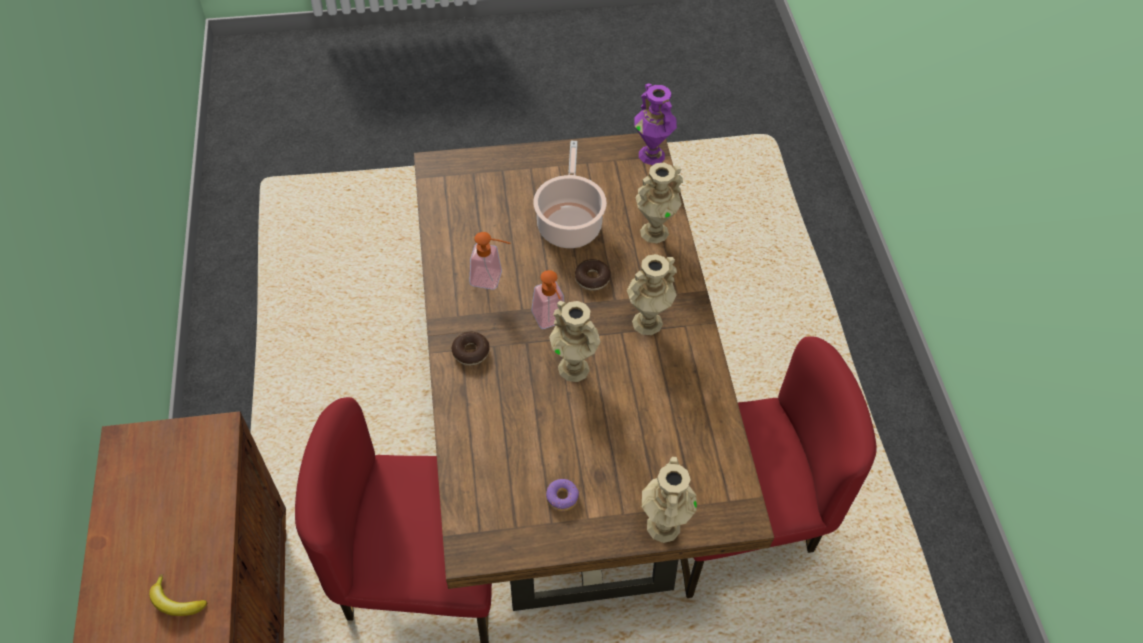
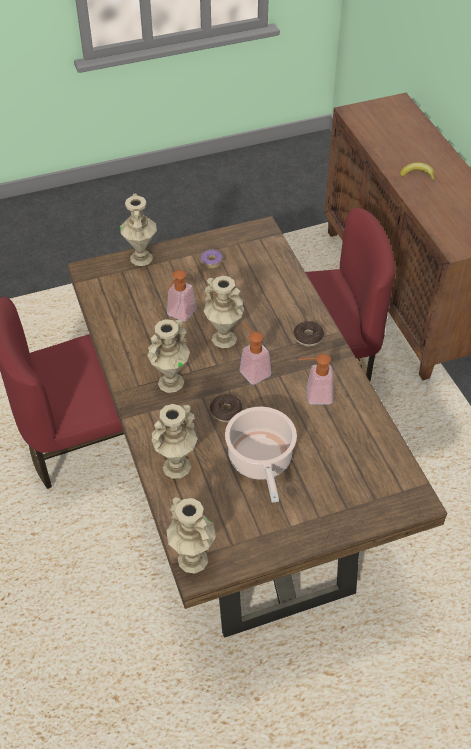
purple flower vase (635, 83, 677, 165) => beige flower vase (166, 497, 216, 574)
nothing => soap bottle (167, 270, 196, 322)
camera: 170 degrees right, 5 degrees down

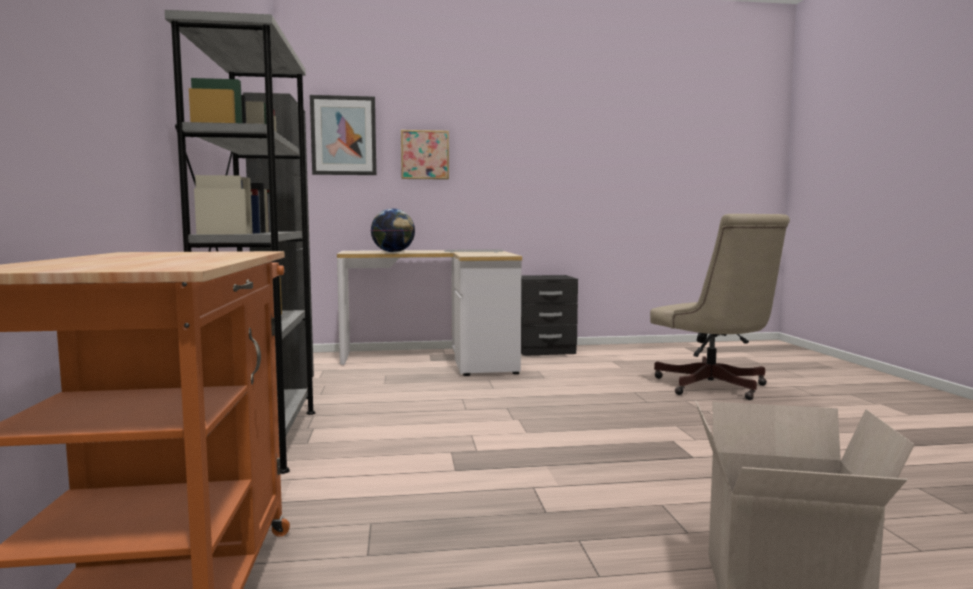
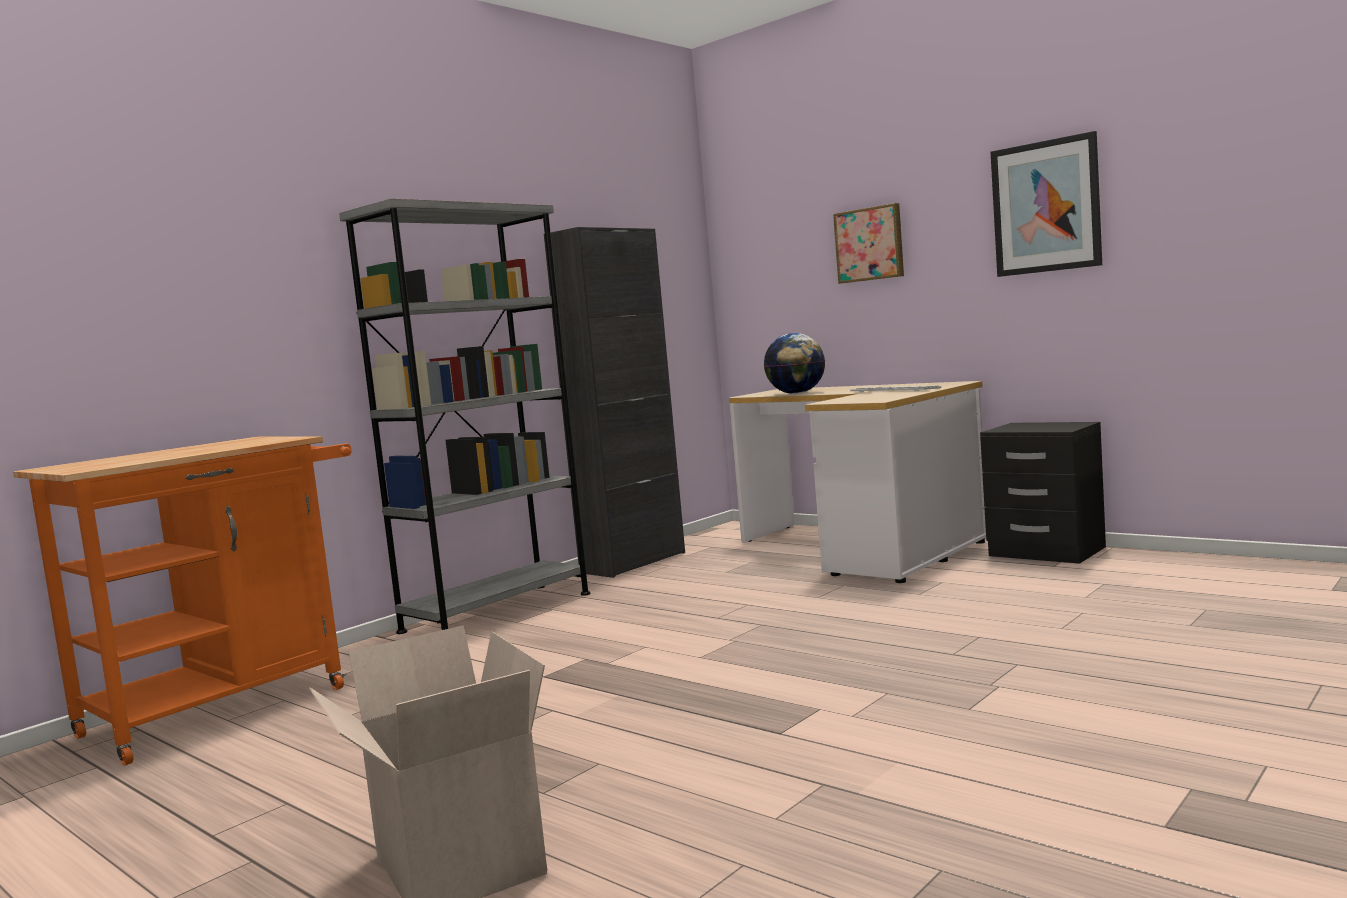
wall picture (310, 95, 377, 175) => wall picture (991, 131, 1102, 277), moved
beige office chair (650, 214, 790, 400) => nothing
camera: 50 degrees right, 0 degrees up

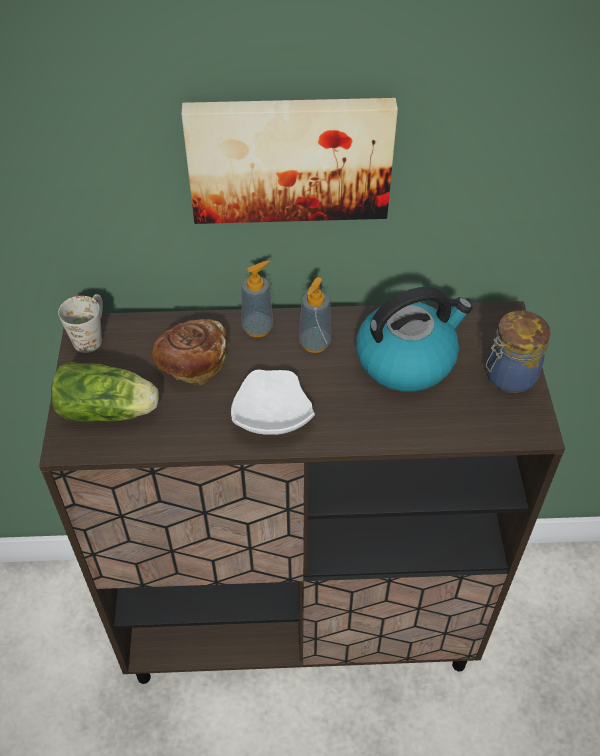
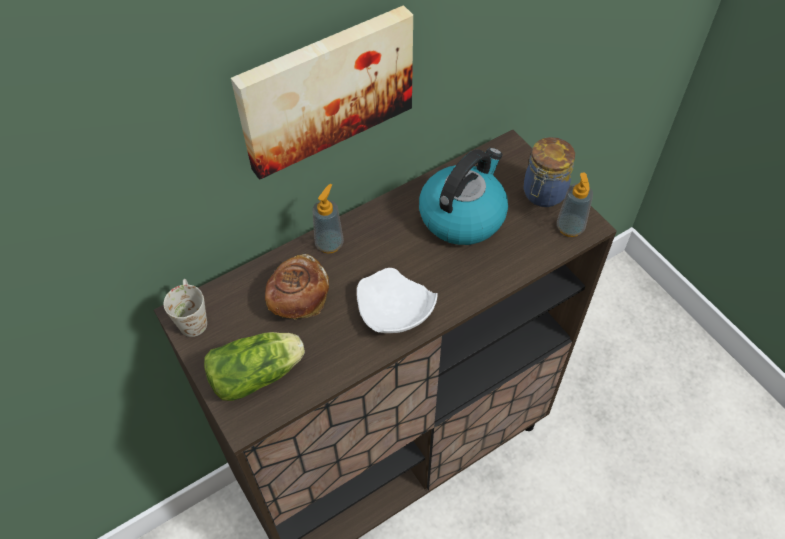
soap bottle (299, 277, 331, 353) => soap bottle (557, 172, 593, 237), moved
camera: 30 degrees left, 5 degrees up

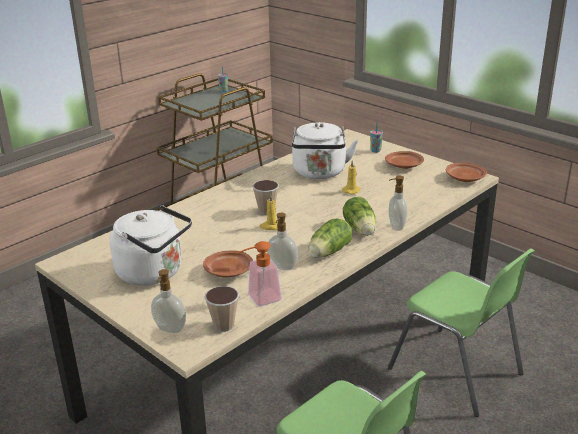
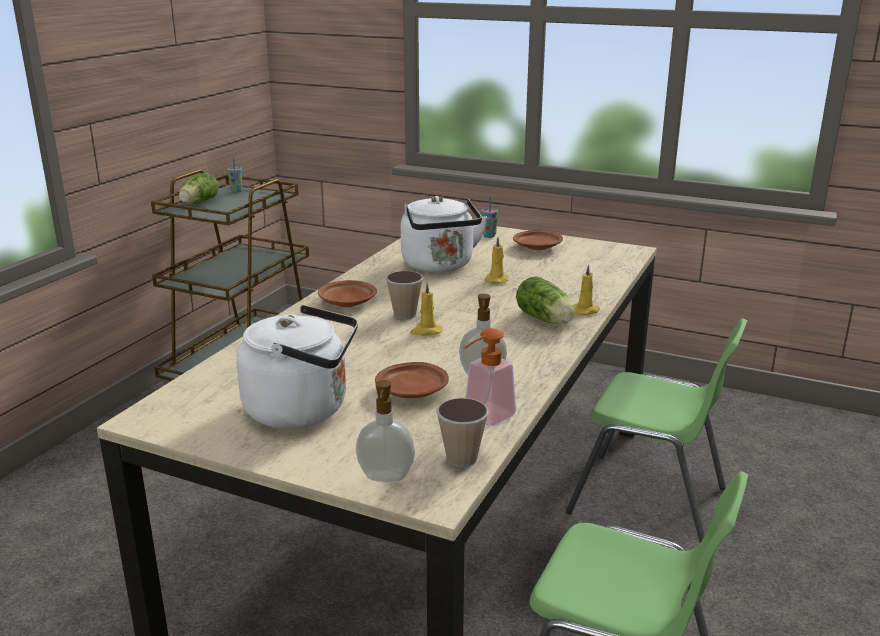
lettuce head (308, 218, 352, 258) => lettuce head (179, 173, 218, 204), moved
brown dinner plate (446, 163, 487, 182) => brown dinner plate (318, 280, 377, 307), moved
soap bottle (389, 176, 407, 231) => yellow-coloured wax candle (573, 264, 600, 315)
camera: 20 degrees left, 5 degrees down

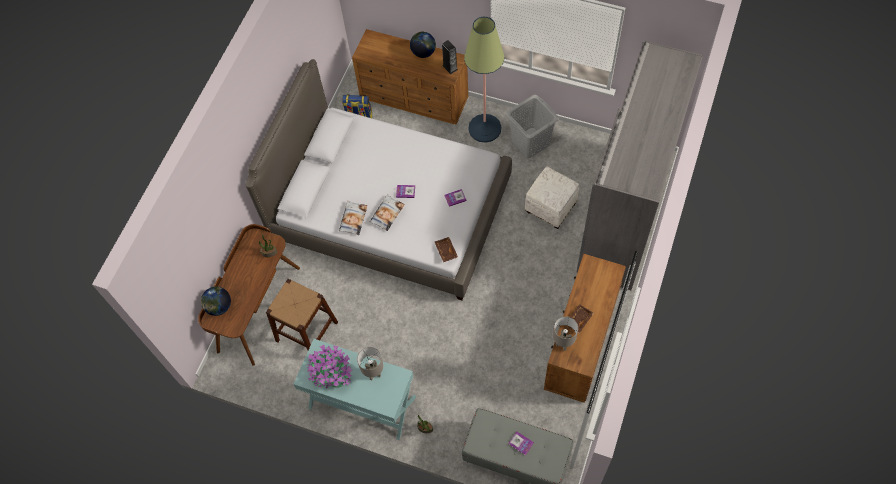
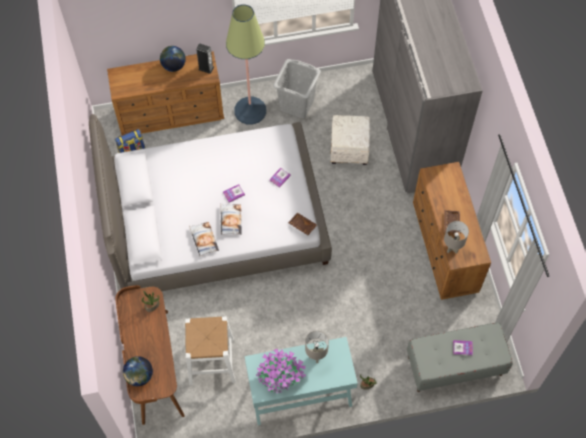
brown stool seat (266, 279, 338, 350) => whitish stool seat (185, 316, 236, 385)
camera: 35 degrees left, 0 degrees up

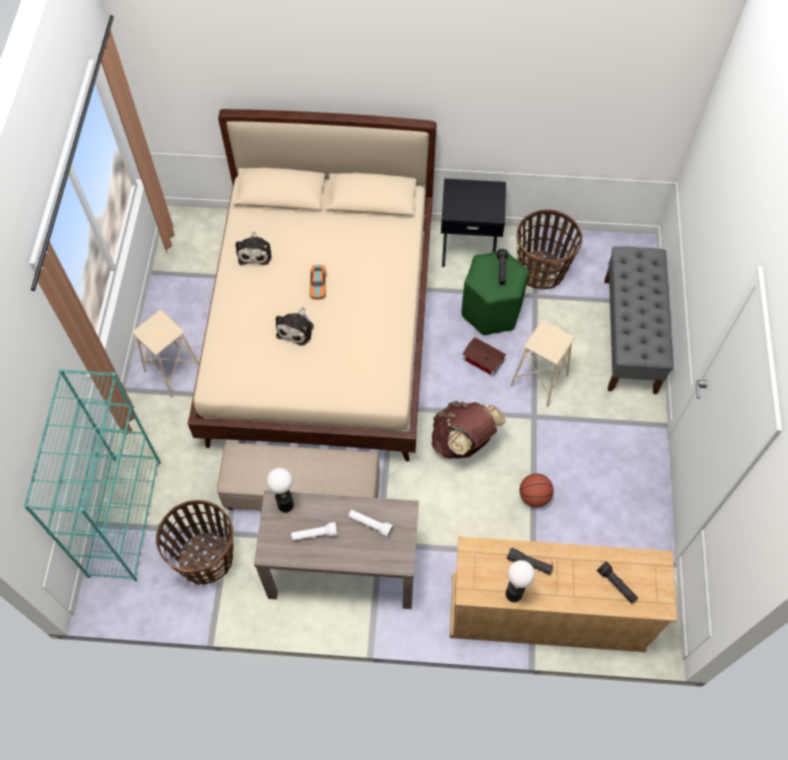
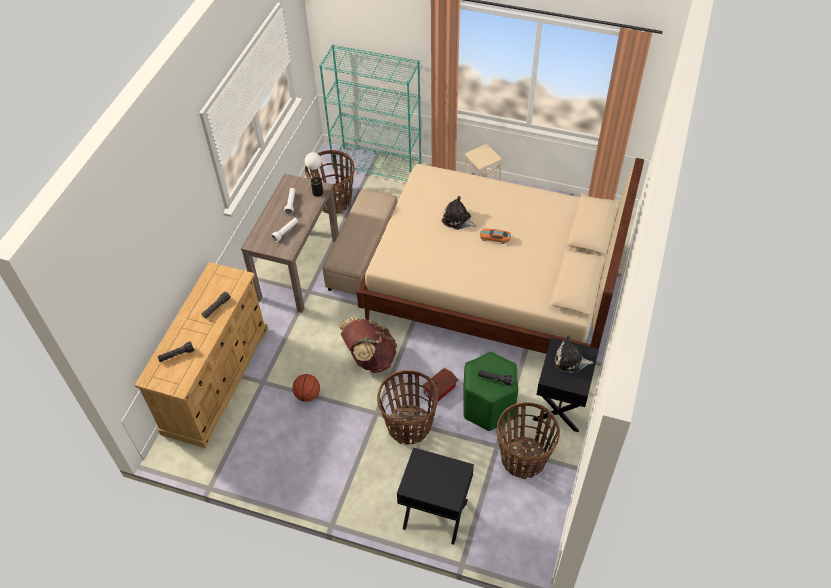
beige stool seat (510, 320, 575, 407) => storage basket (377, 370, 438, 445)
greyish bench (604, 246, 674, 394) => black-coloured night table (397, 447, 474, 545)
soft toy (235, 232, 272, 265) => soft toy (555, 336, 594, 373), moved
tabletop lamp (505, 560, 535, 602) => nothing
camera: 105 degrees right, 10 degrees down

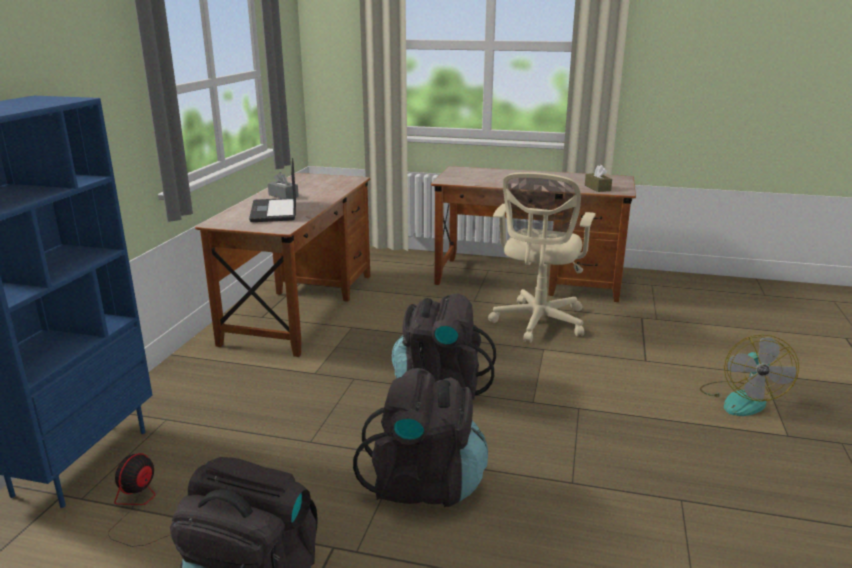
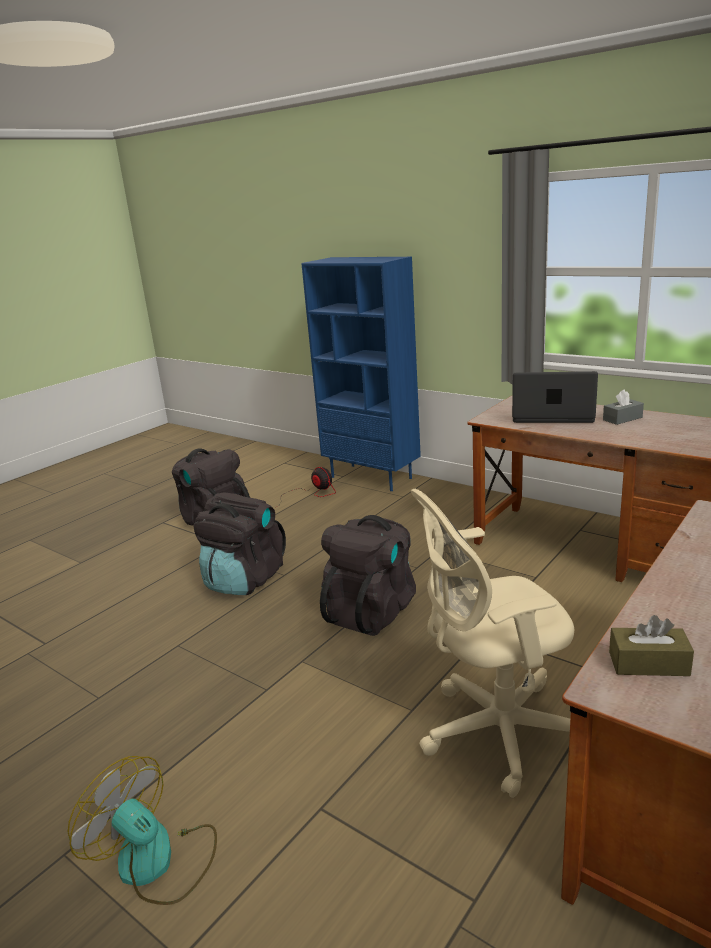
beige office chair (488, 172, 596, 343) => beige office chair (410, 489, 574, 798), 60 degrees counterclockwise
camera: 115 degrees right, 0 degrees up

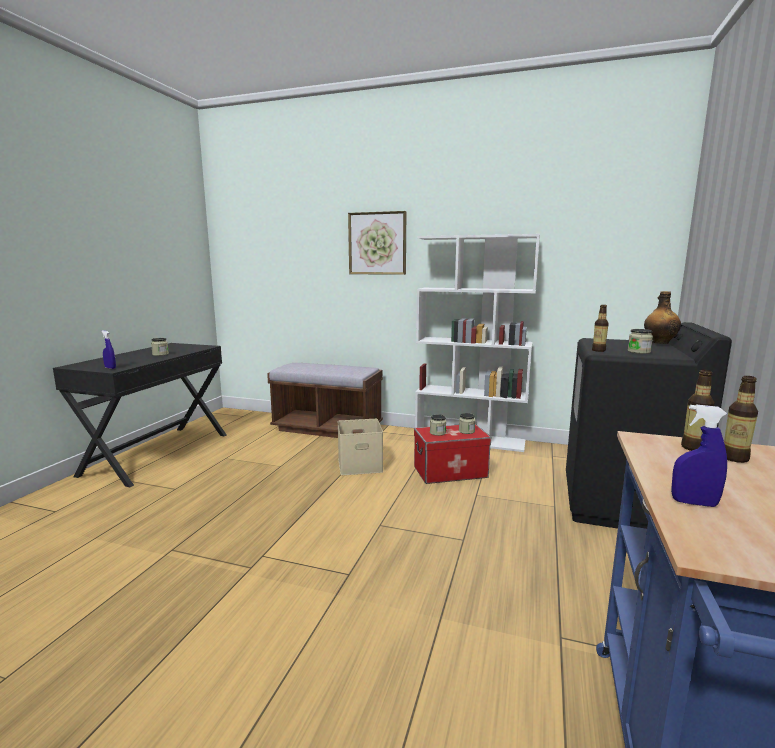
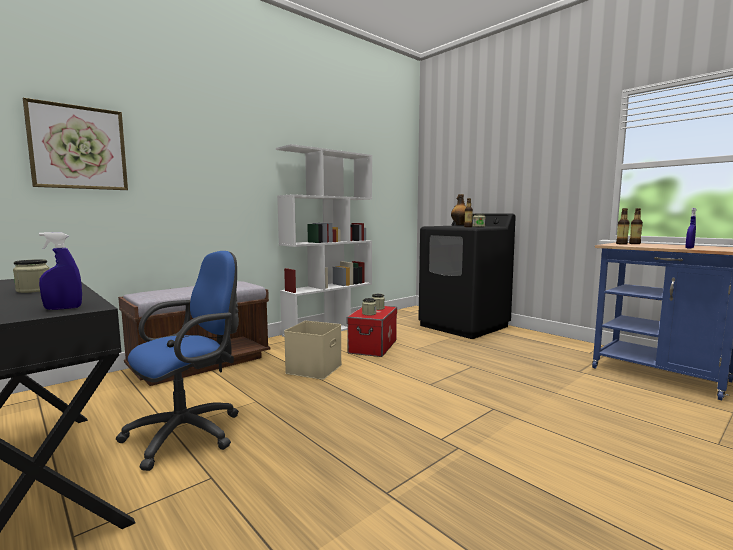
wall picture (348, 211, 406, 275) => wall picture (23, 98, 128, 190), moved
nothing => blue-coloured office chair (116, 251, 239, 471)
camera: 60 degrees left, 5 degrees down

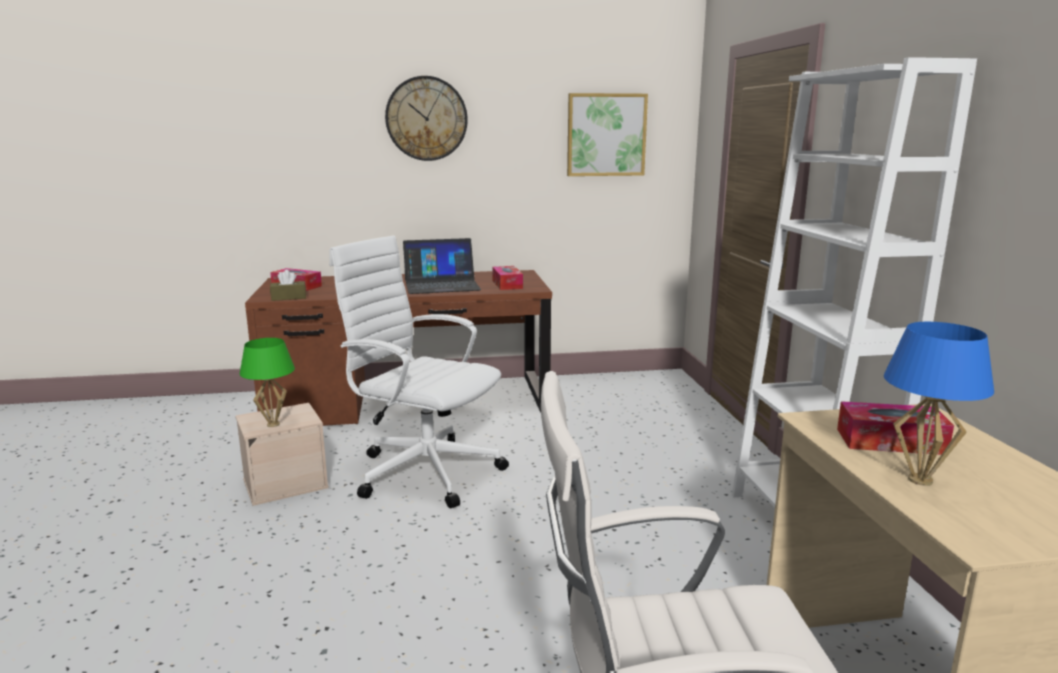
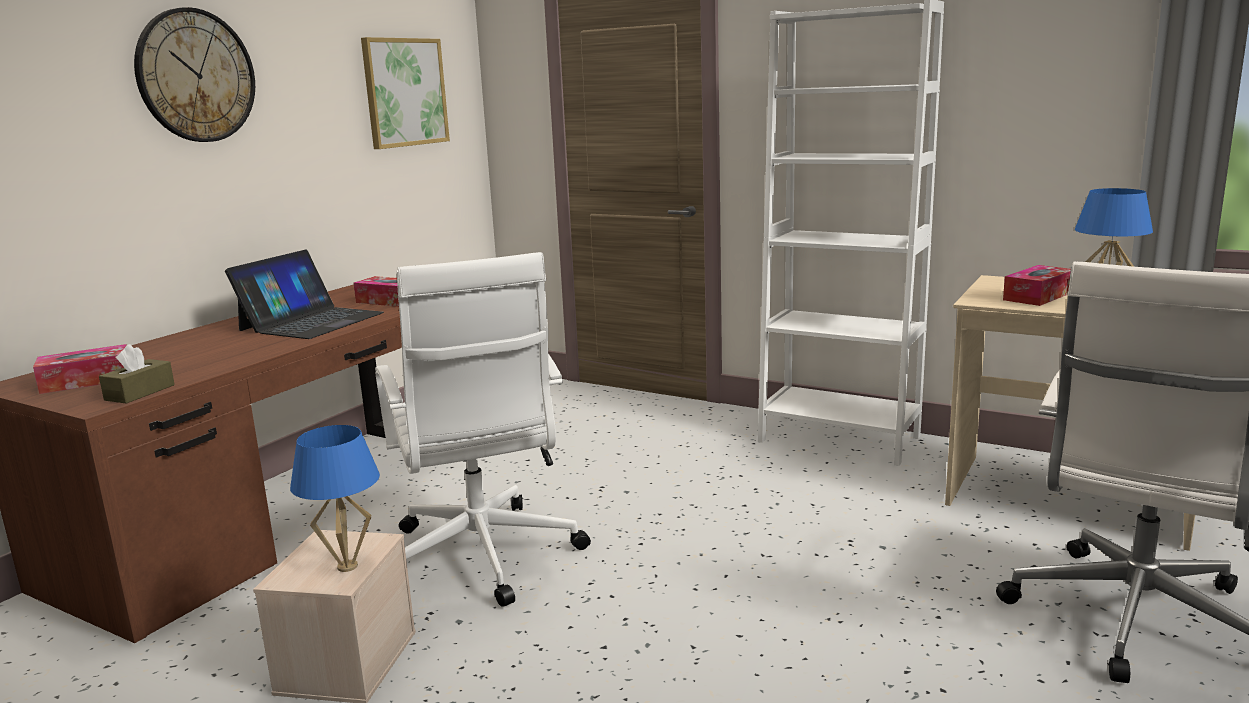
green-coloured tabletop lamp (240, 338, 295, 427) => blue-coloured tabletop lamp (290, 425, 380, 572)
whitish office chair (329, 235, 509, 508) => whitish office chair (375, 252, 591, 607), 90 degrees counterclockwise
camera: 50 degrees left, 0 degrees up

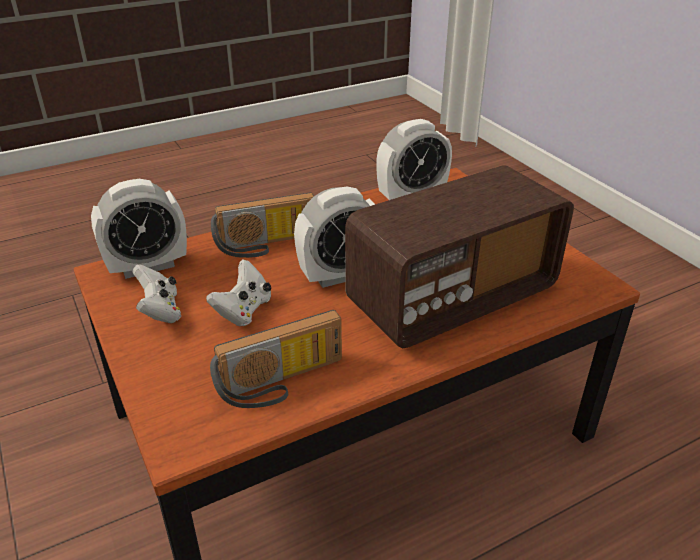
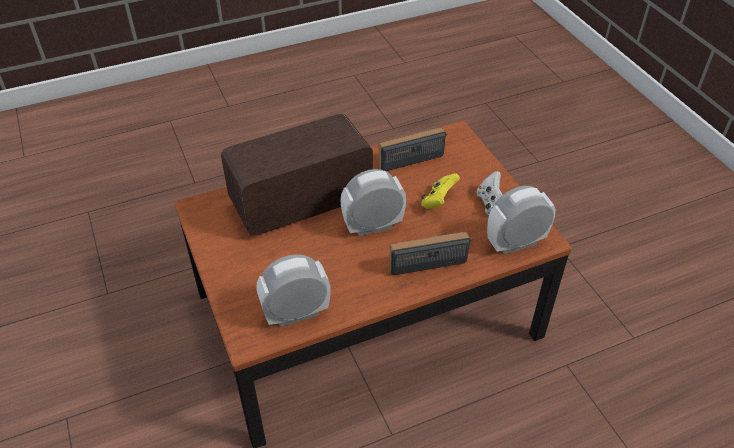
whitish game controller (206, 259, 271, 326) => yellow-coloured game controller (421, 173, 460, 209)
camera: 175 degrees left, 10 degrees up

